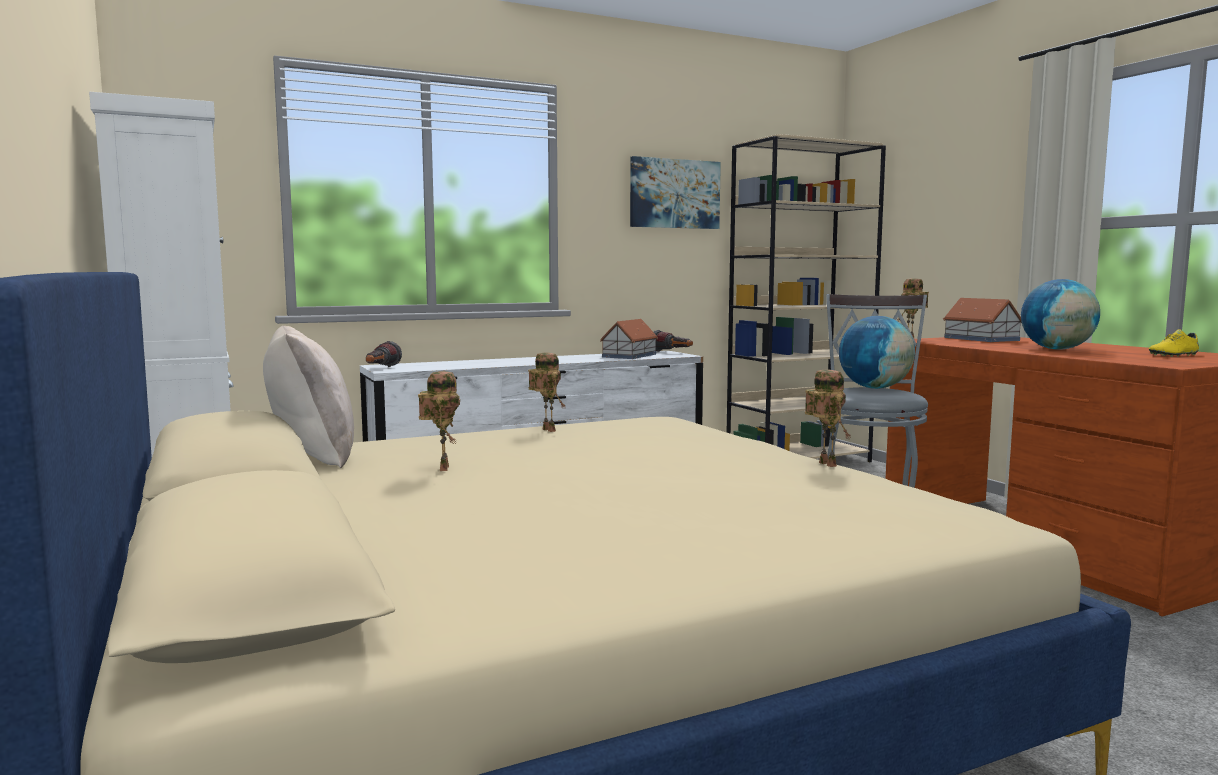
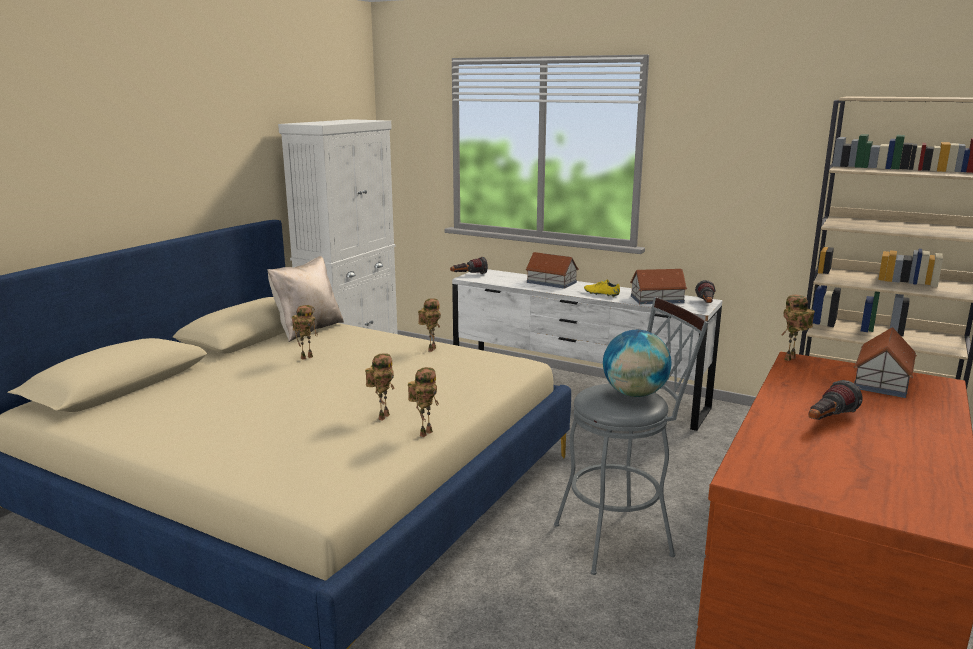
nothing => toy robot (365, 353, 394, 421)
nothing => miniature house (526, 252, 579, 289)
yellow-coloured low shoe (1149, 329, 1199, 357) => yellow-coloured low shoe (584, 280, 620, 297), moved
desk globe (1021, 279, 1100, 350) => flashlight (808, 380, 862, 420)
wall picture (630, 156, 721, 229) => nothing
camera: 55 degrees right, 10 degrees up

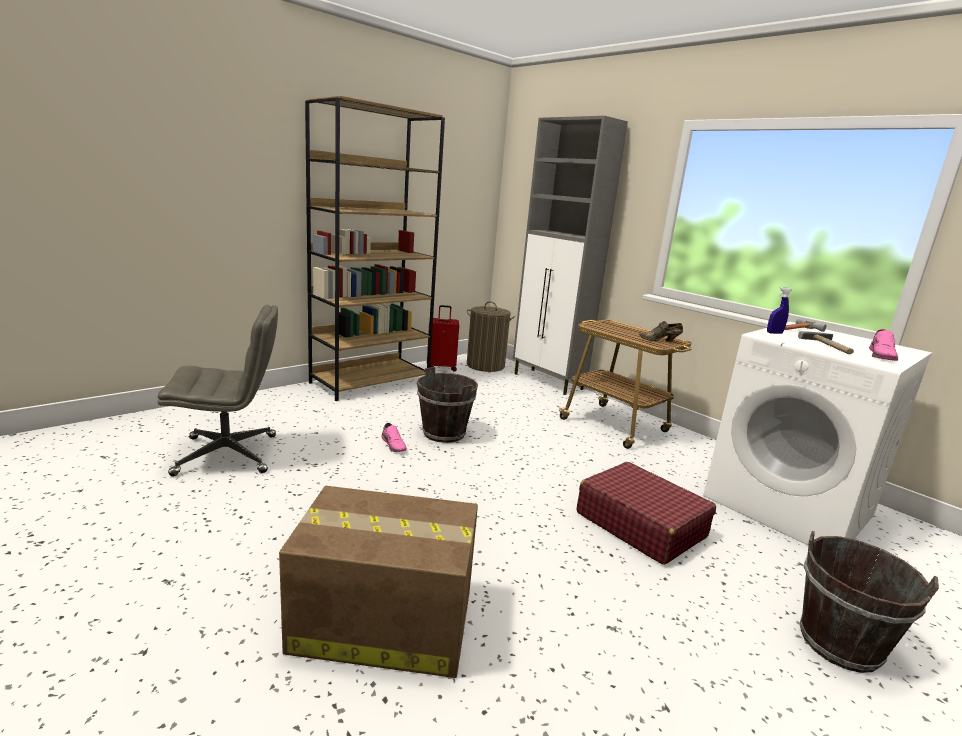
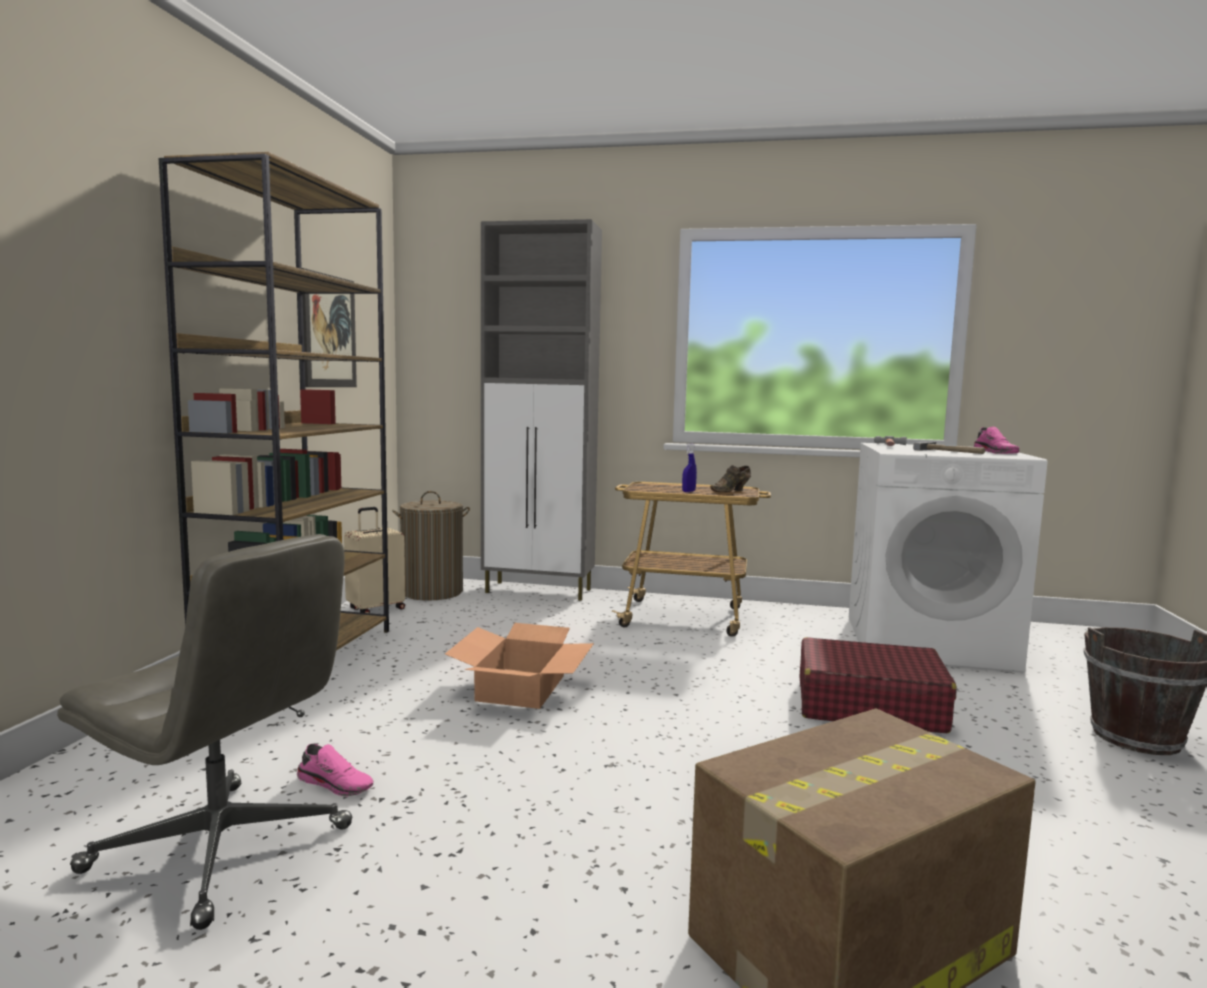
greyish office chair (158, 305, 278, 477) => greyish office chair (57, 534, 353, 930), 75 degrees clockwise
pink low shoe (381, 423, 407, 452) => pink low shoe (297, 744, 373, 797), moved
nothing => wall picture (302, 268, 357, 387)
red piece of luggage (427, 305, 459, 371) => beige piece of luggage (344, 507, 405, 613)
brown bucket (417, 367, 478, 443) => packing box (445, 623, 594, 709)
blue-coloured hand sprayer (767, 287, 792, 334) => blue-coloured hand sprayer (682, 444, 697, 492), moved
camera: 35 degrees left, 10 degrees down

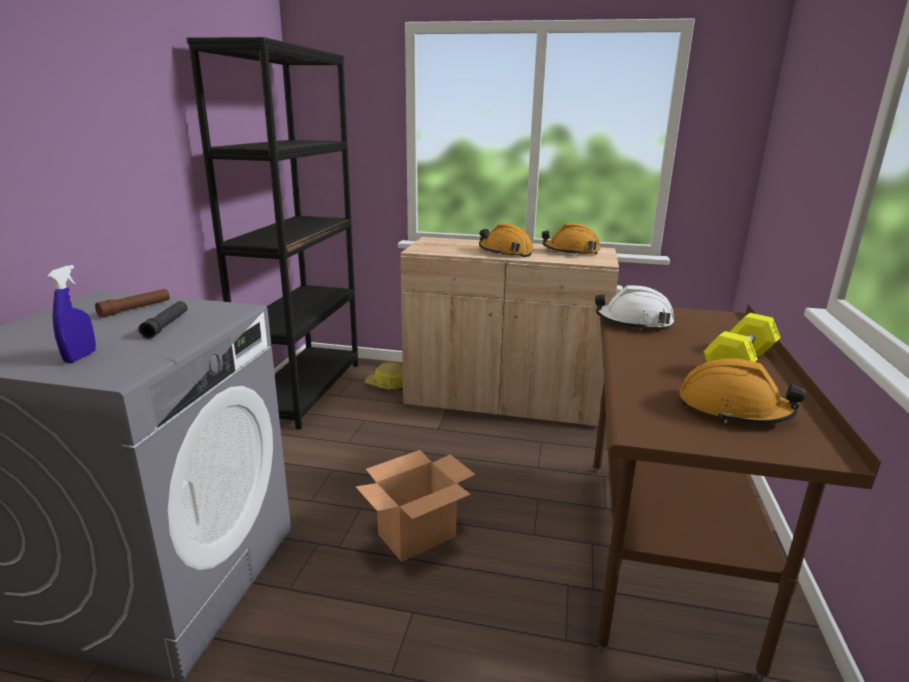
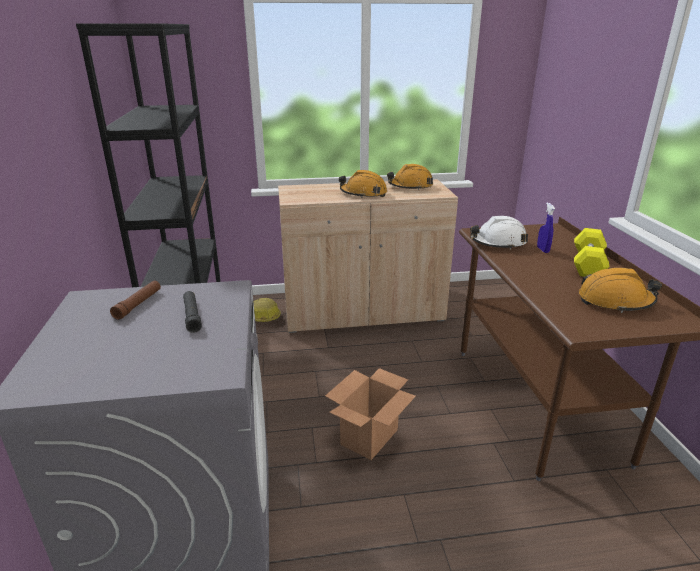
blue-coloured hand sprayer (47, 265, 96, 363) => blue-coloured hand sprayer (537, 202, 555, 253), moved
camera: 20 degrees left, 5 degrees up

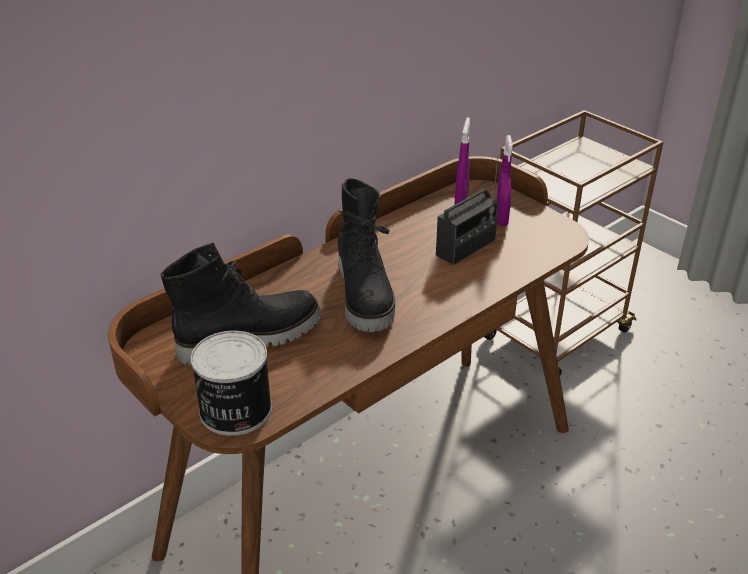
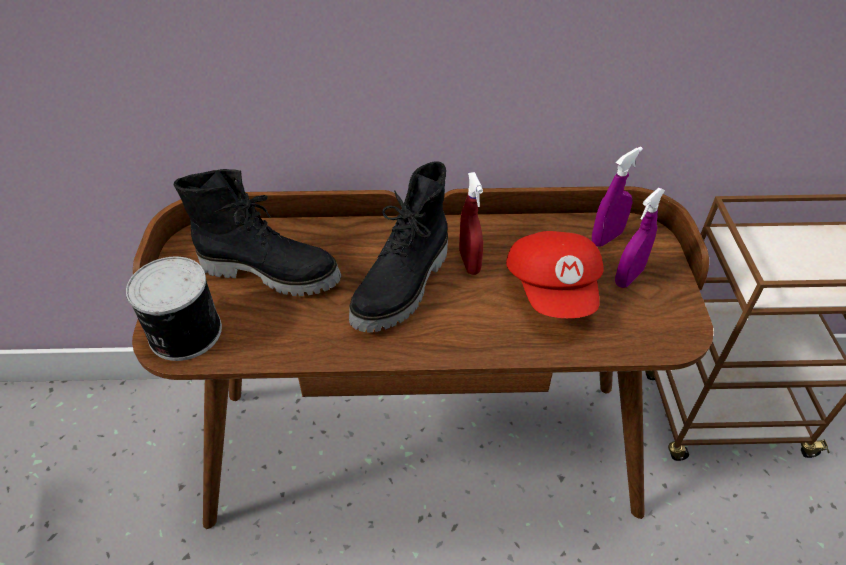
nothing => red hand sprayer (459, 172, 483, 275)
radio (436, 155, 499, 265) => red baseball cap (506, 231, 604, 318)
camera: 40 degrees right, 10 degrees up

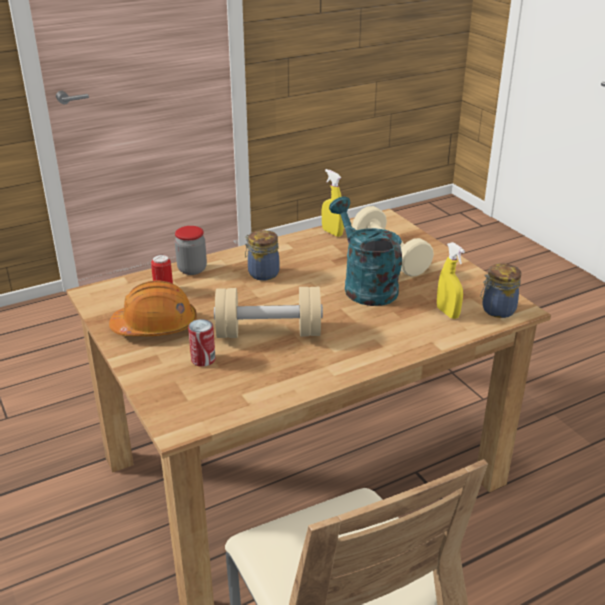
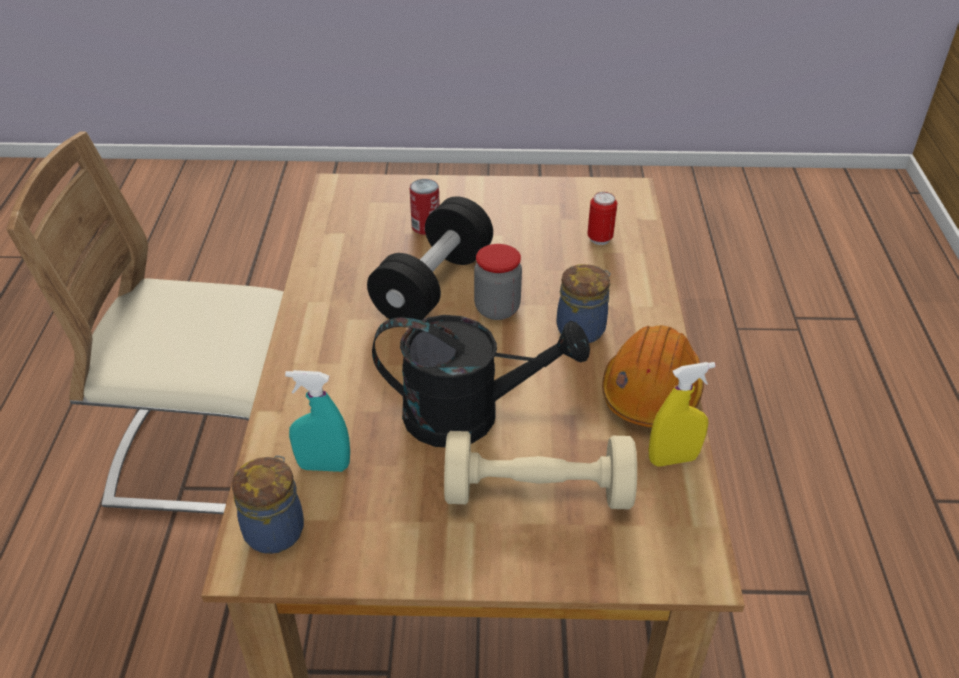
yellow-coloured hand sprayer (437, 242, 465, 319) => blue-green hand sprayer (285, 370, 350, 472)
beige free weight (214, 287, 323, 338) => black-coloured free weight (367, 196, 493, 320)
blue-green sprinkling can (329, 197, 402, 306) => black-coloured sprinkling can (372, 315, 590, 447)
storage jar (175, 226, 207, 275) => storage jar (474, 244, 522, 320), moved
orange-coloured hard hat (109, 280, 197, 336) => orange-coloured hard hat (602, 325, 704, 428), moved
camera: 120 degrees right, 10 degrees up

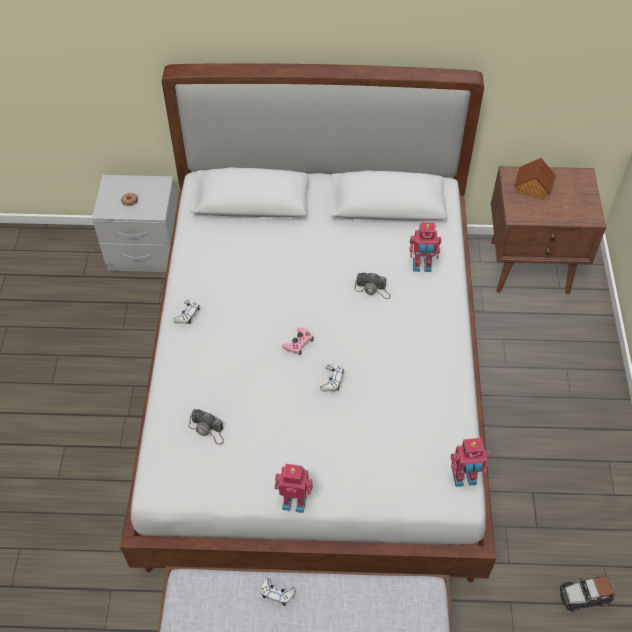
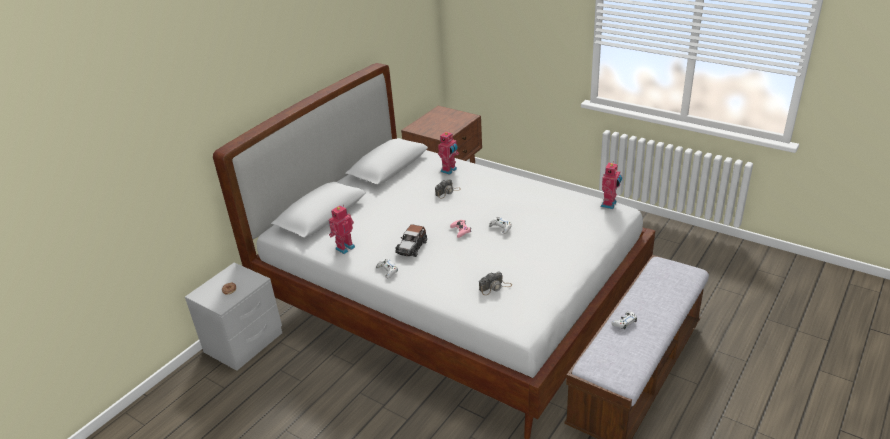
toy robot (275, 464, 313, 513) => toy robot (329, 205, 355, 254), moved
model car (560, 576, 615, 612) => model car (395, 224, 427, 257), moved
miniature house (514, 158, 556, 200) => nothing
camera: 55 degrees left, 20 degrees down

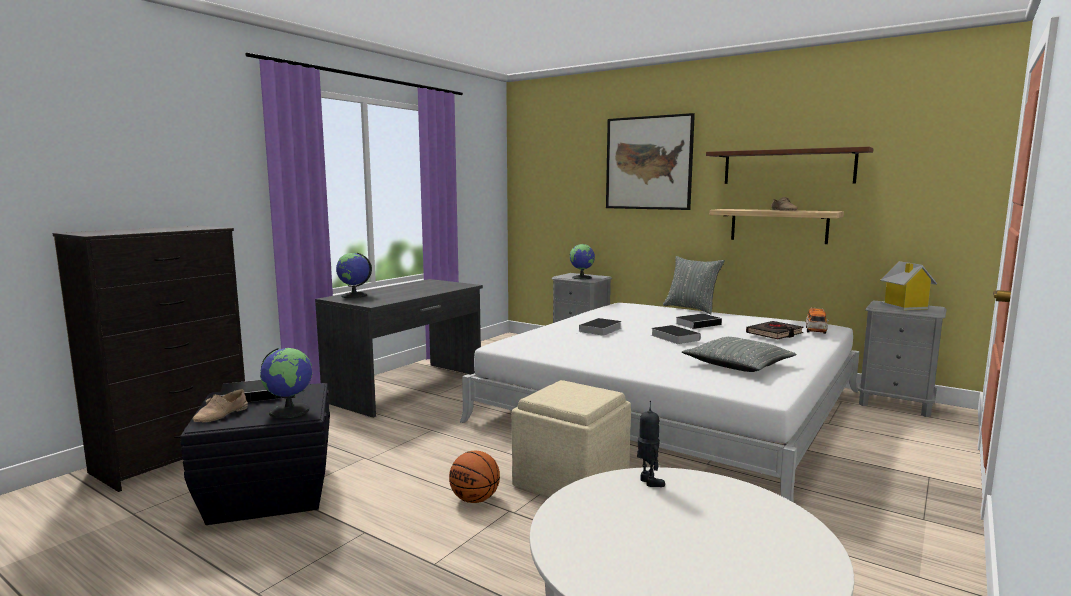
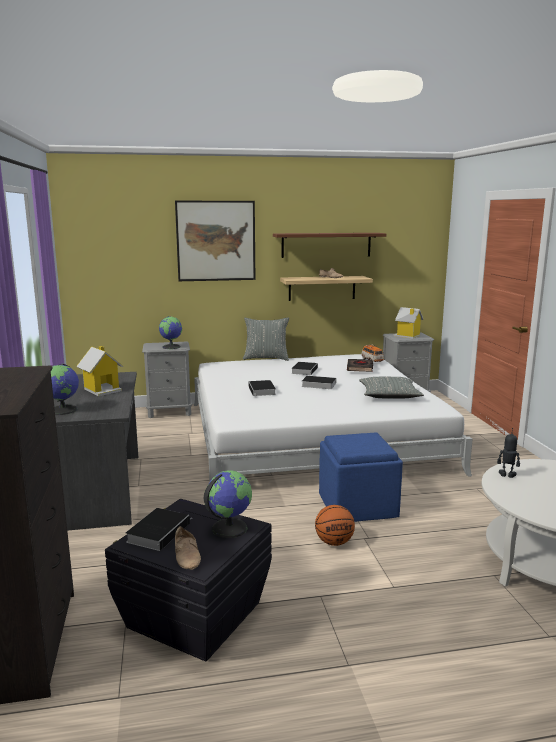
nothing => miniature house (76, 346, 123, 396)
beige ottoman (511, 380, 631, 498) => blue-coloured ottoman (319, 432, 403, 522)
camera: 45 degrees left, 5 degrees up

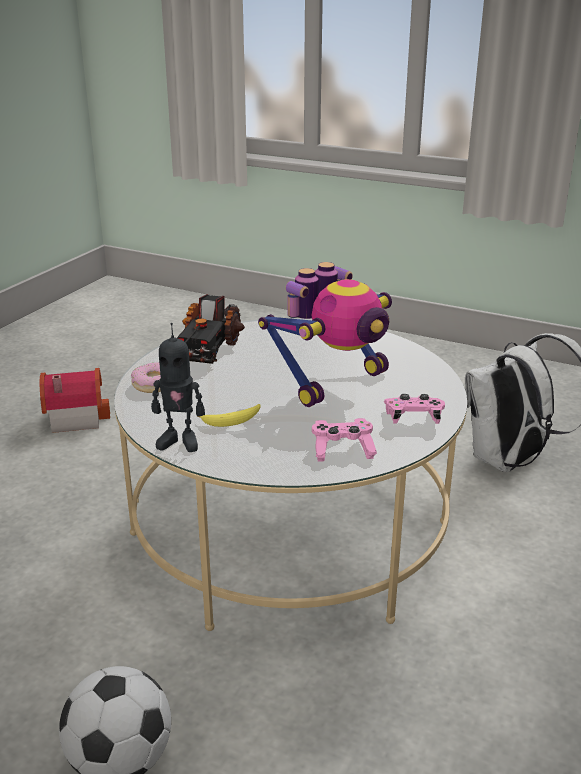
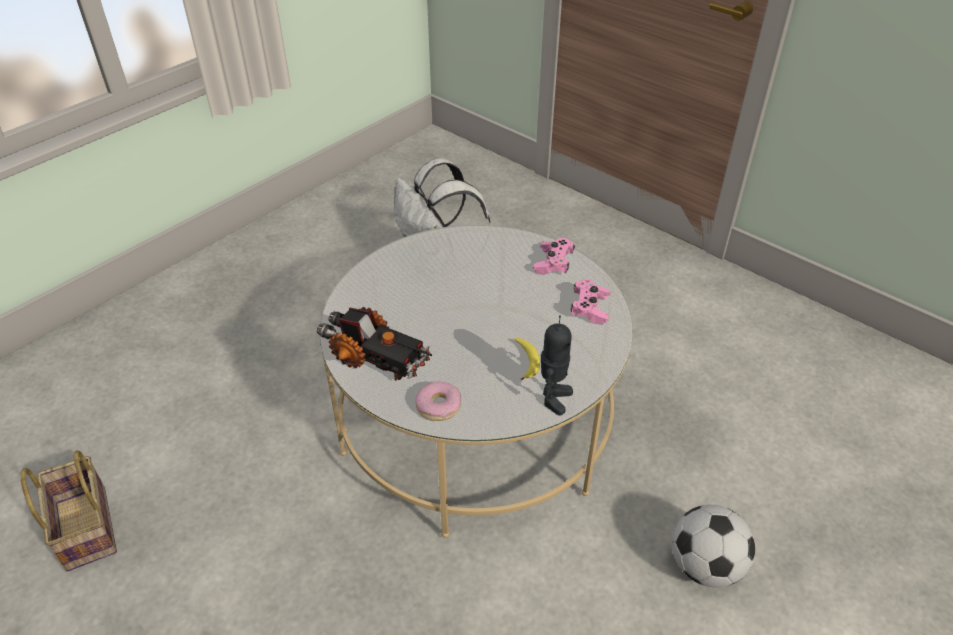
nothing => storage basket (21, 450, 117, 572)
miniature house (39, 368, 110, 433) => nothing
toy robot (258, 262, 392, 407) => nothing
camera: 75 degrees left, 15 degrees up

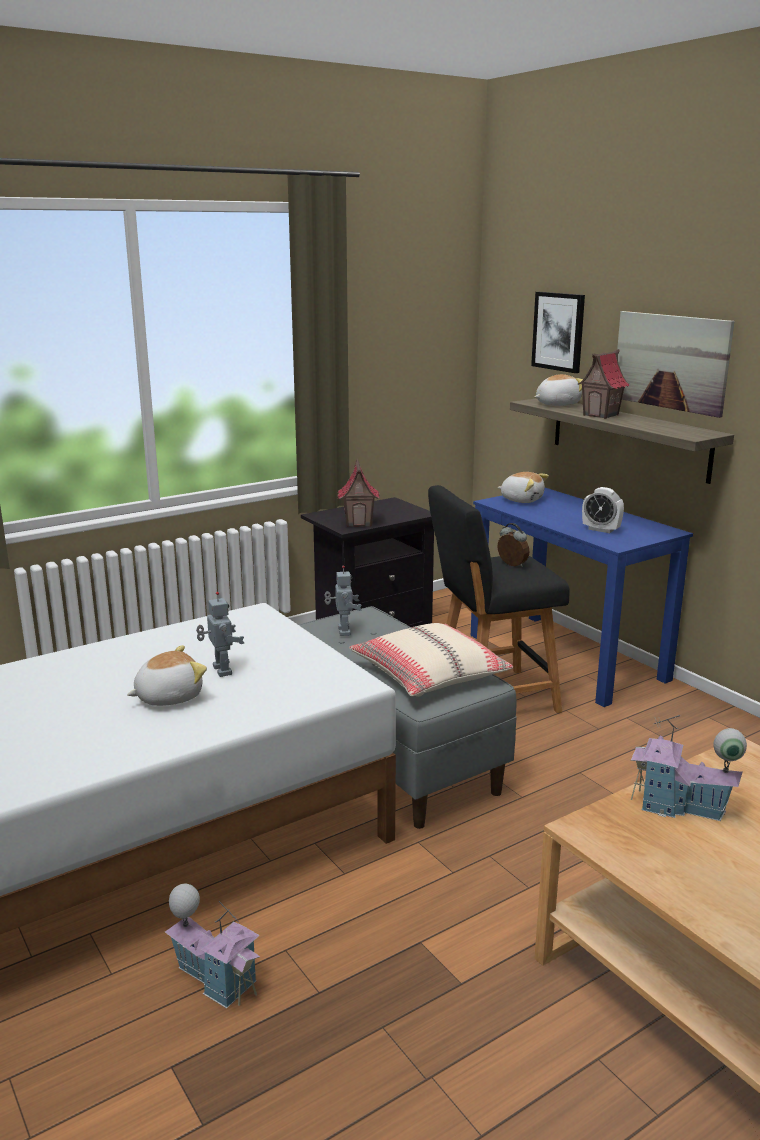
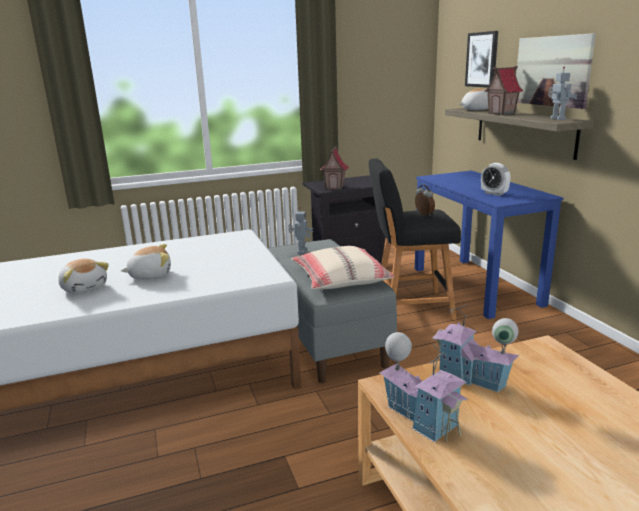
soft toy (498, 472, 549, 503) => soft toy (58, 259, 109, 294), moved
miniature house (165, 884, 260, 1009) => miniature house (380, 332, 468, 442), moved
toy robot (196, 592, 244, 677) => toy robot (548, 66, 577, 120), moved
camera: 15 degrees right, 0 degrees up

